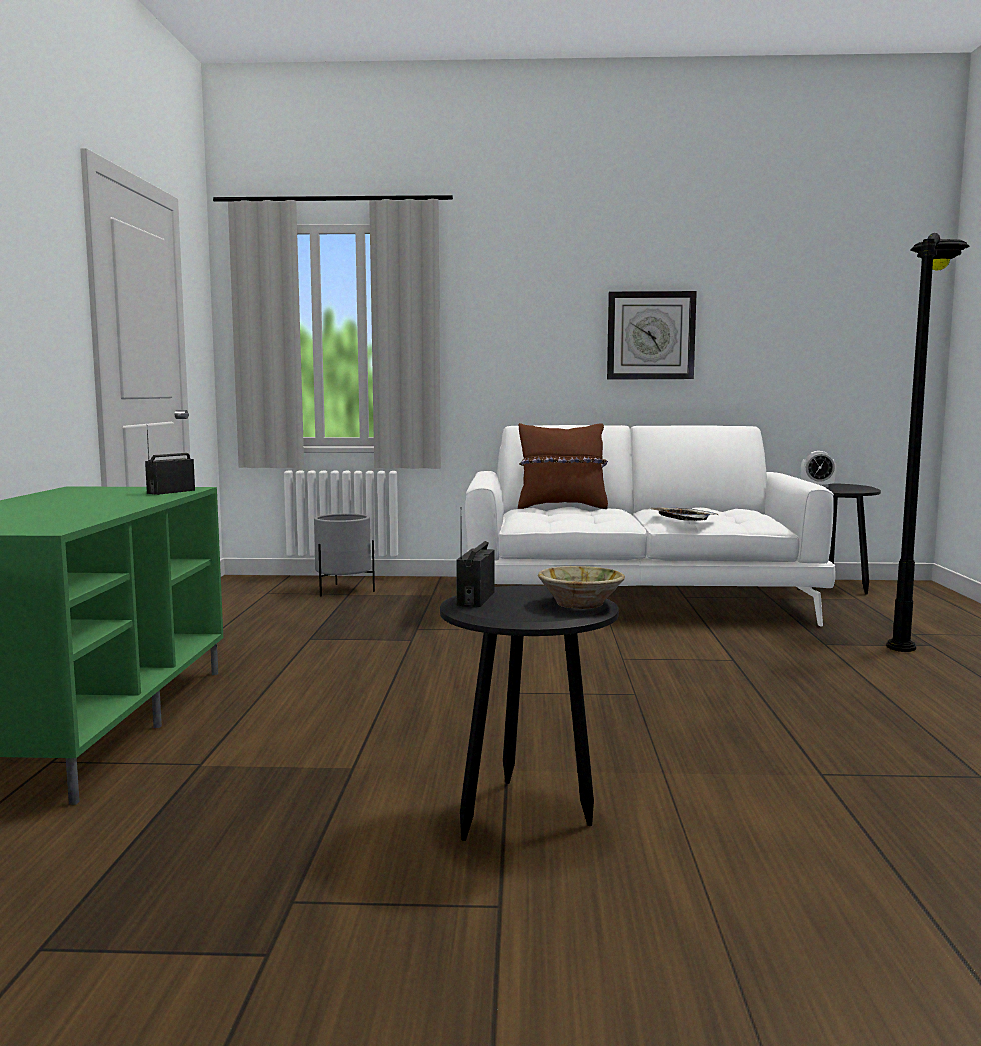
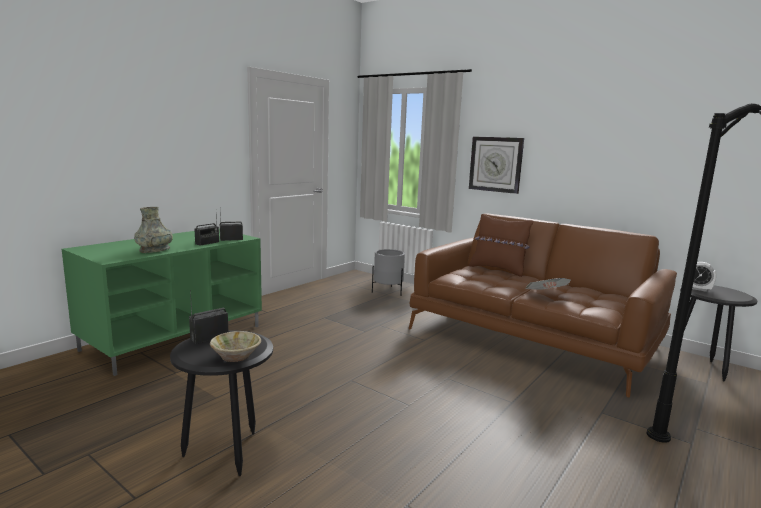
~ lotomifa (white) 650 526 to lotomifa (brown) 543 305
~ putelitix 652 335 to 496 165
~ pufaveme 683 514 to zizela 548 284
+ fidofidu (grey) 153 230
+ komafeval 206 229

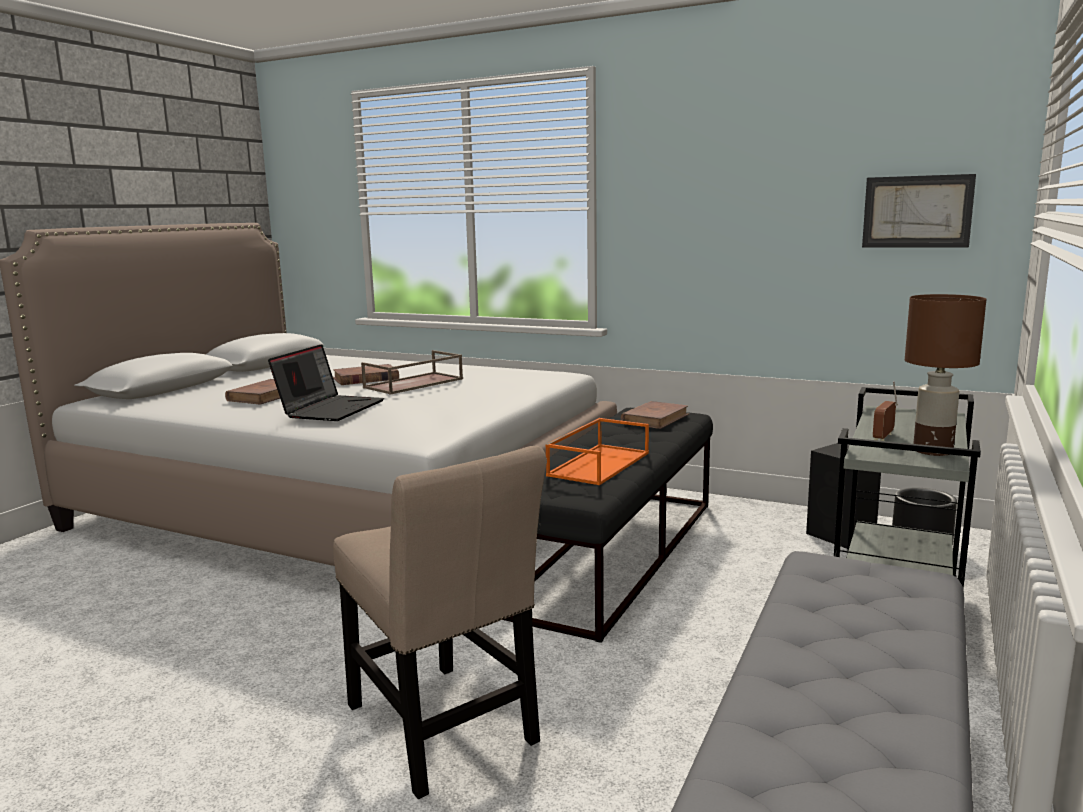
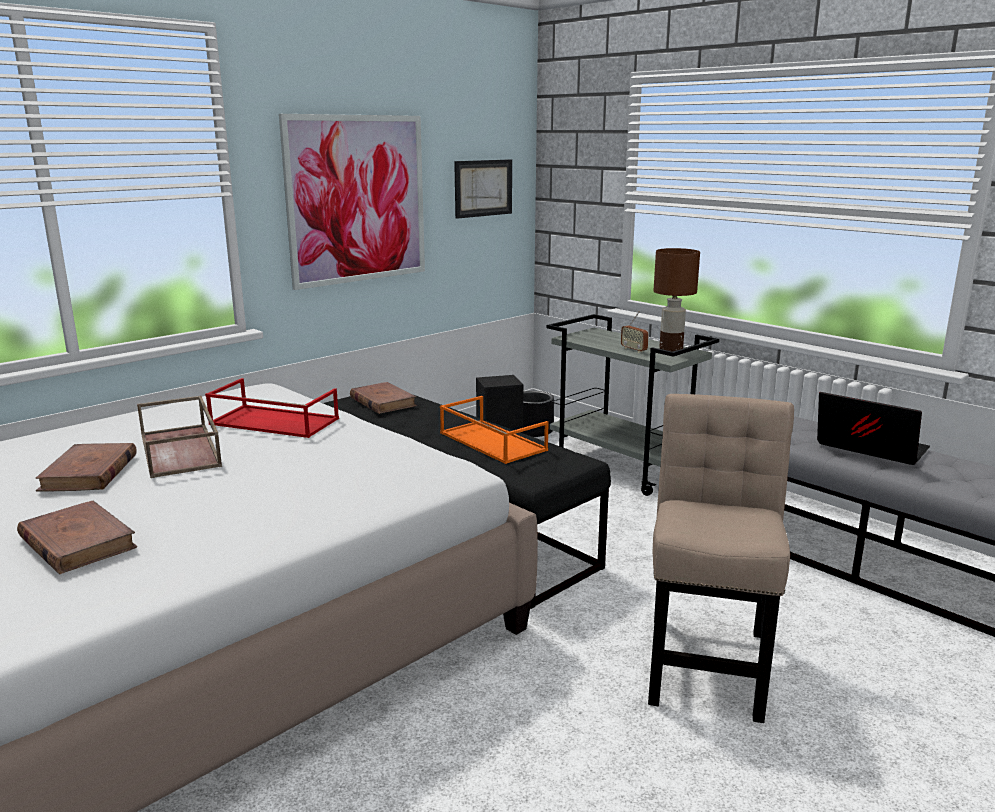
~ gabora 326 382 to 873 428
~ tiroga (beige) 440 622 = 721 558 60 degrees counterclockwise
+ pufaveme (red) 272 408
+ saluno 352 202

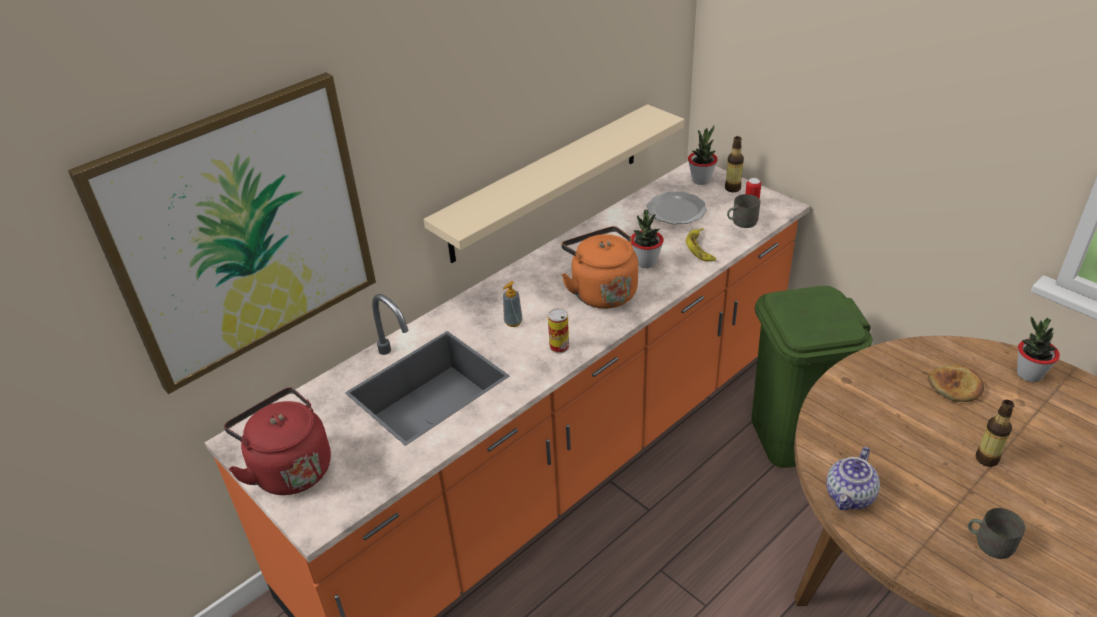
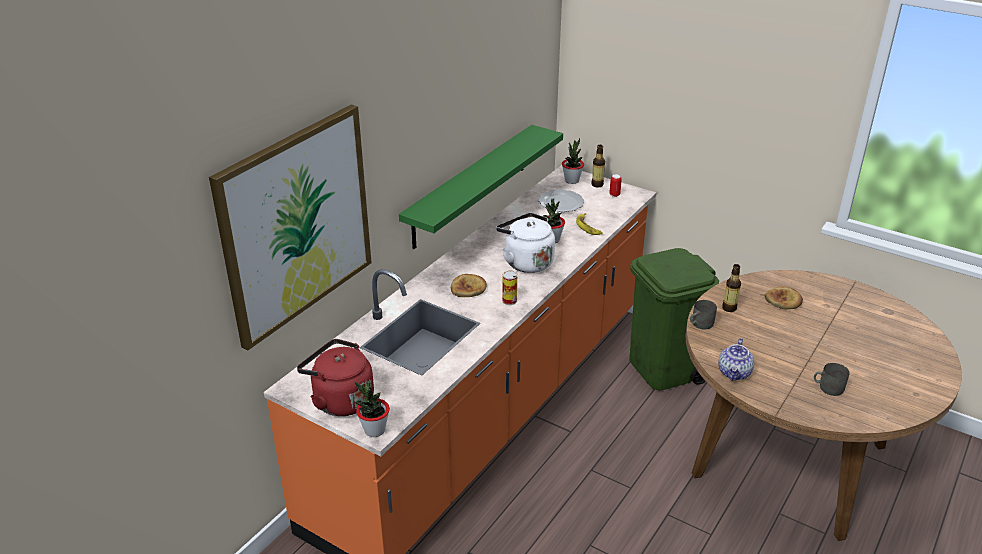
~ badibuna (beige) 554 183 to badibuna (green) 481 187
~ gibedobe 513 304 to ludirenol 469 285
~ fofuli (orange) 599 267 to fofuli (white) 525 243
~ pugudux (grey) 743 211 to 703 314
~ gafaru 994 433 to 731 288
~ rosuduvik 1038 349 to 372 408

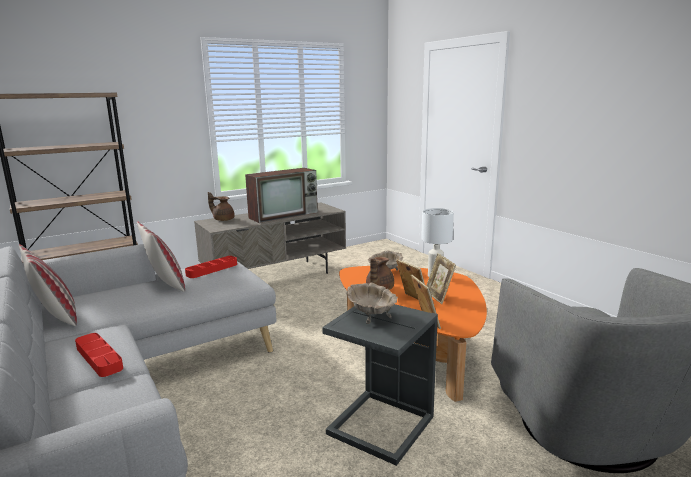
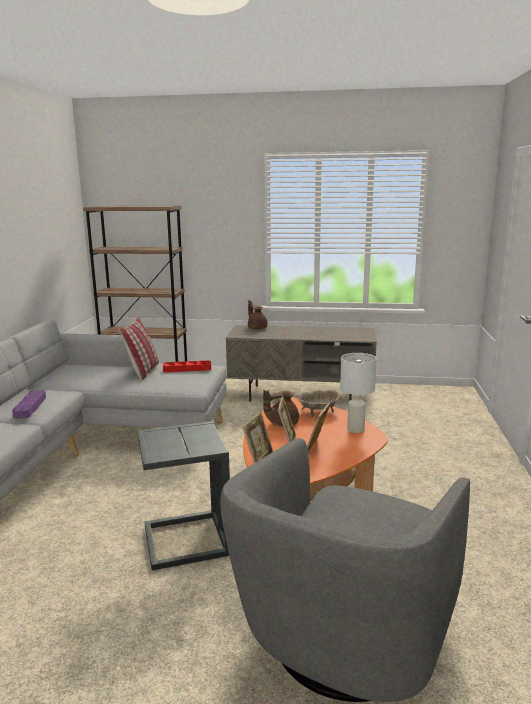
- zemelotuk 48 285
~ pufaveme (red) 99 355 to pufaveme (purple) 29 404
- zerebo 281 195
- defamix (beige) 372 303

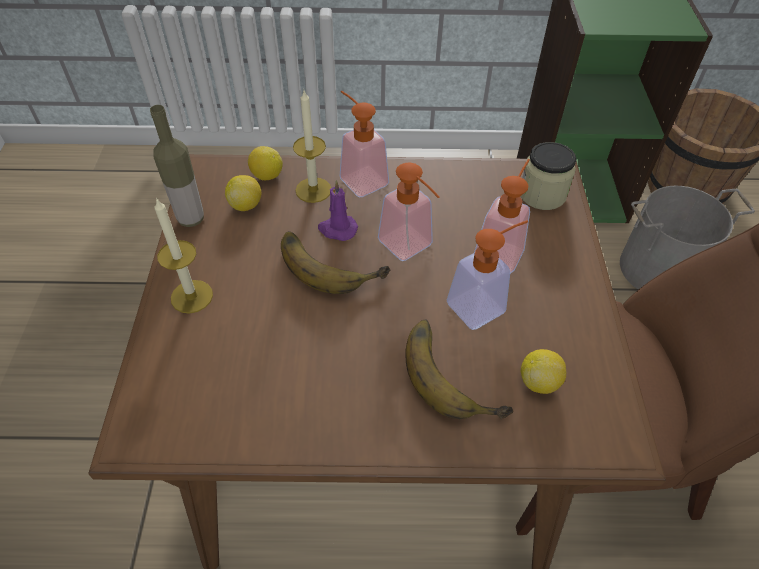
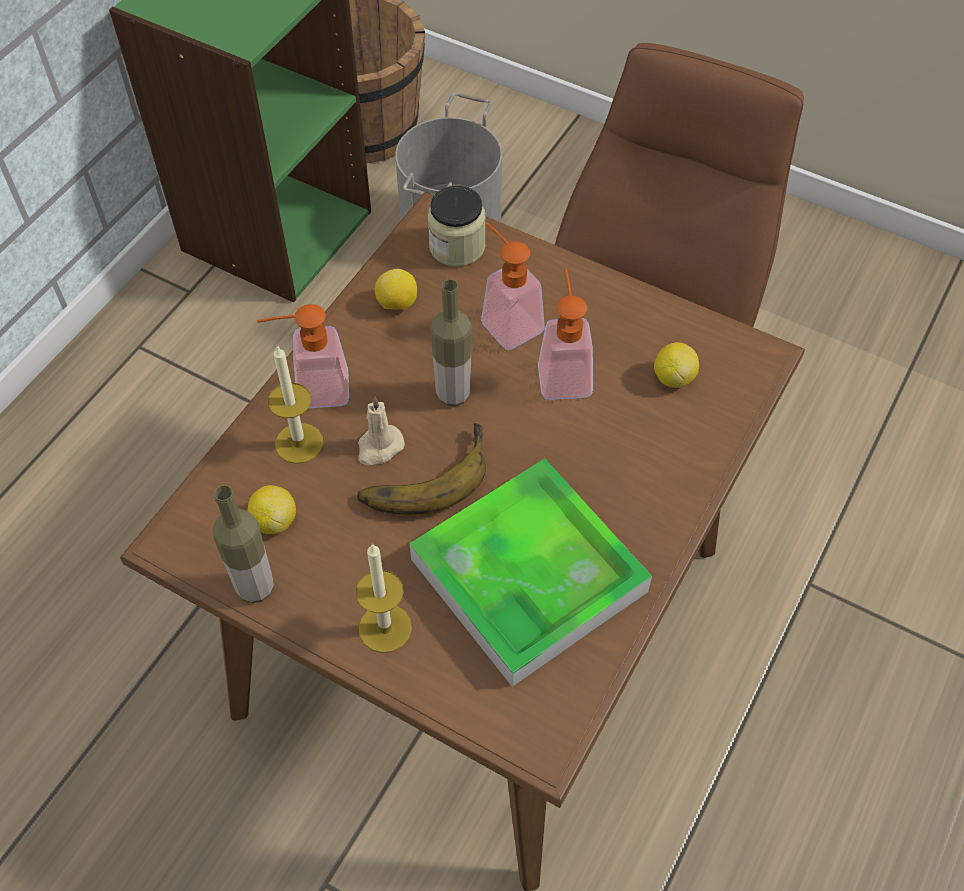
~ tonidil 265 163 to 396 289
~ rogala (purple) 338 210 to rogala (beige) 381 430
~ gibedobe 409 212 to gafaru 451 343
- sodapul 459 369
+ pufaveme 531 572

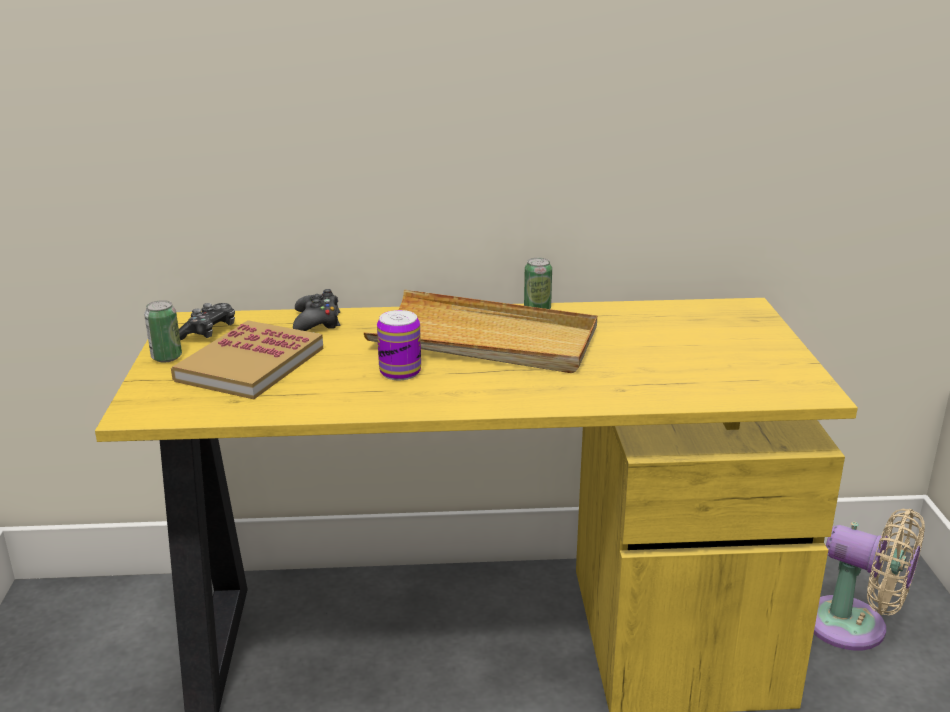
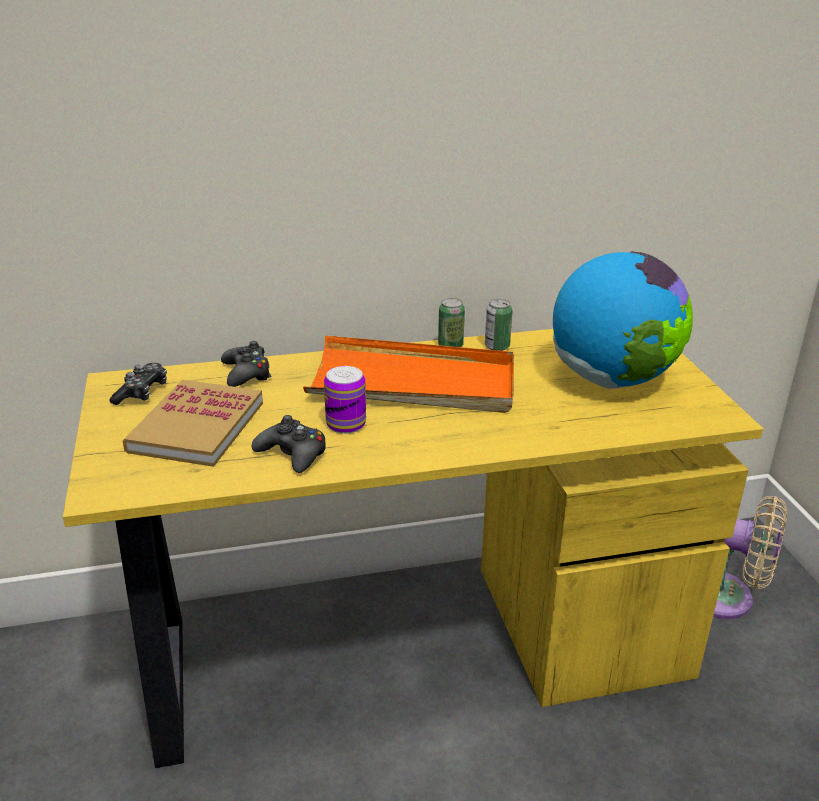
~ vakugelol 163 331 to 499 325
~ pufaveme (beige) 480 331 to pufaveme (orange) 408 374
+ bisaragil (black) 289 444
+ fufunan 623 319

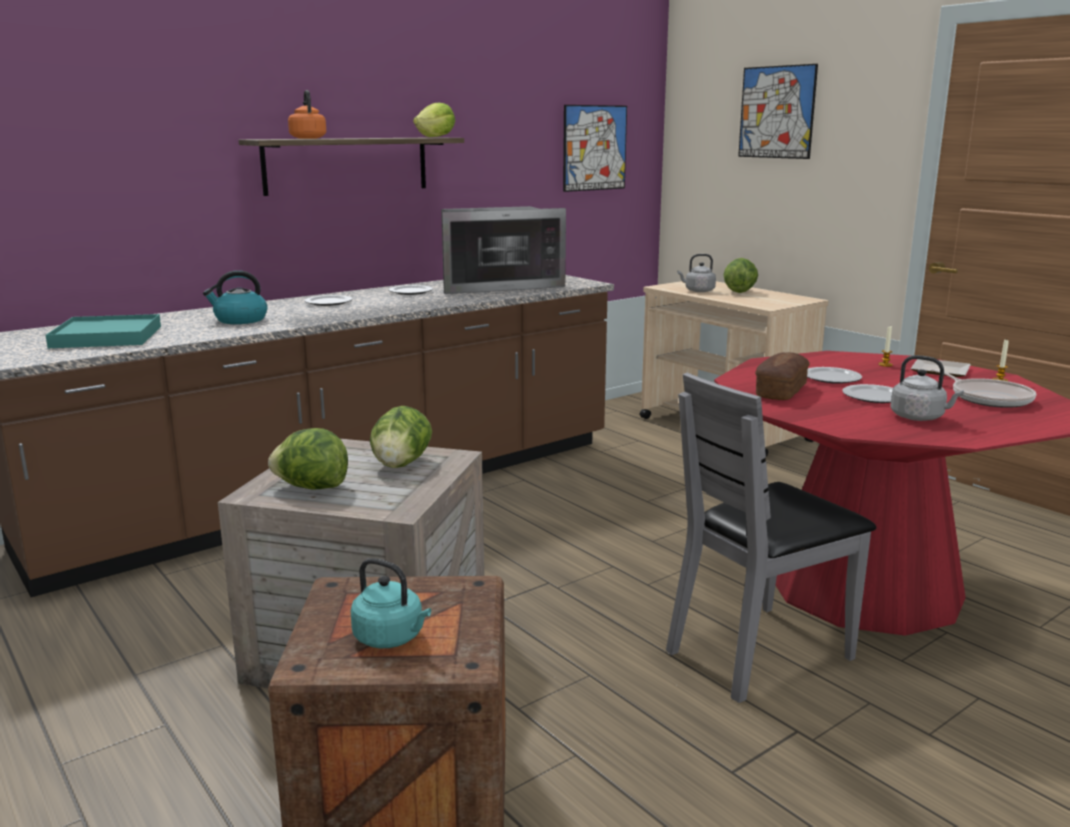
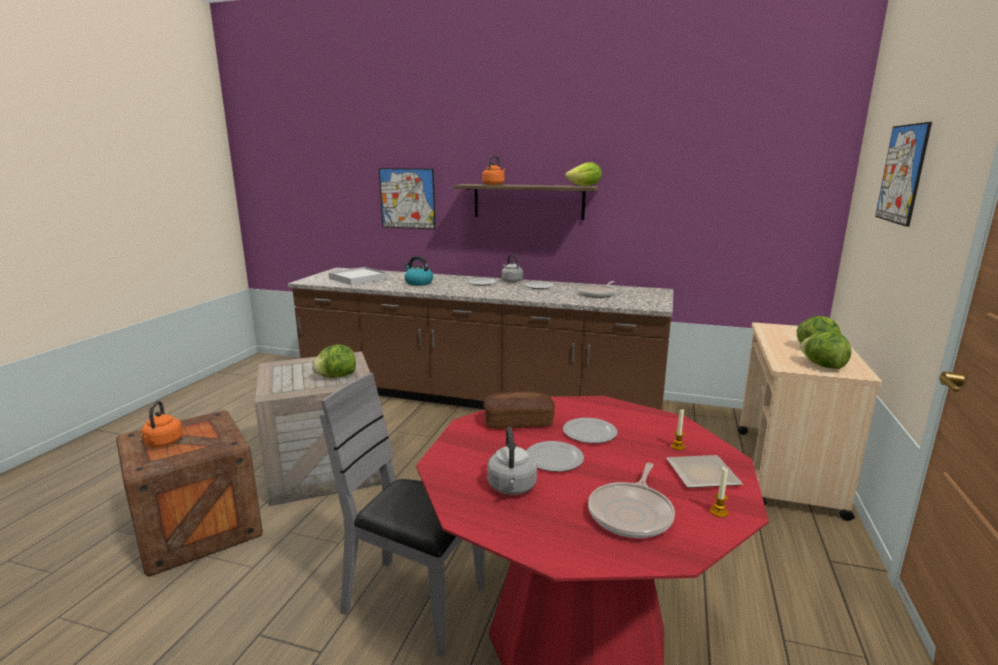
~ pufaveme (turquoise) 103 331 to pufaveme (white) 358 276
~ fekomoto 308 458 to 825 350
~ fofuli (turquoise) 391 603 to fofuli (orange) 162 424
~ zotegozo 503 250 to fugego 597 289
~ saluno 595 148 to 407 198
~ fofuli (grey) 696 273 to 512 269

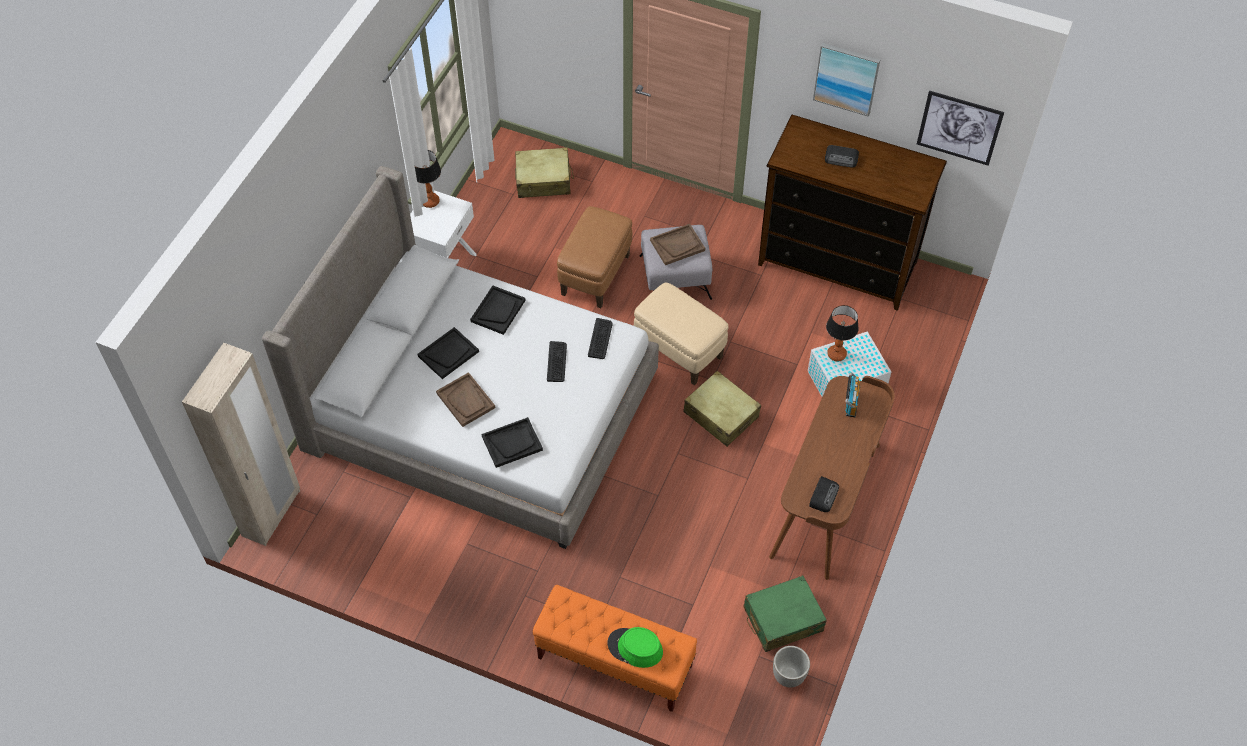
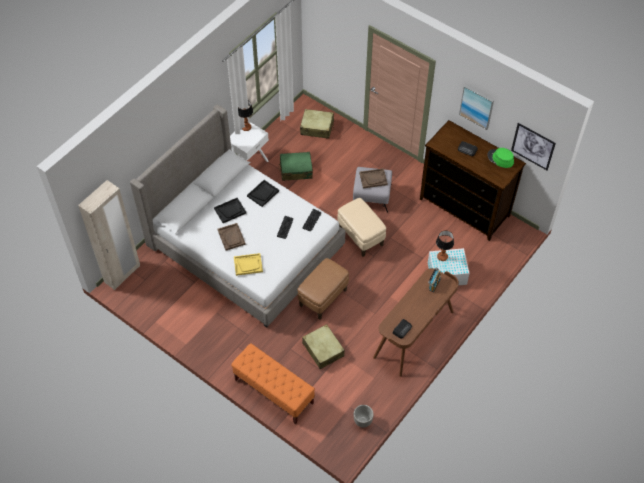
~ pufaveme (black) 512 442 to pufaveme (yellow) 248 264
~ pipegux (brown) 594 257 to 323 289
~ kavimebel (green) 635 647 to 500 158
~ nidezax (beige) 722 409 to 323 346
~ nidezax (green) 785 613 to 295 166

